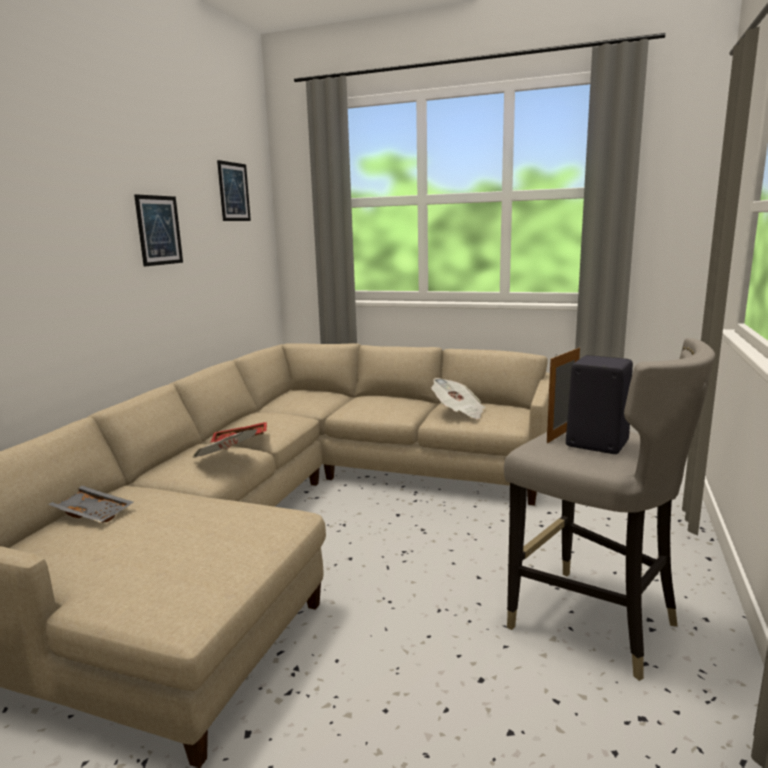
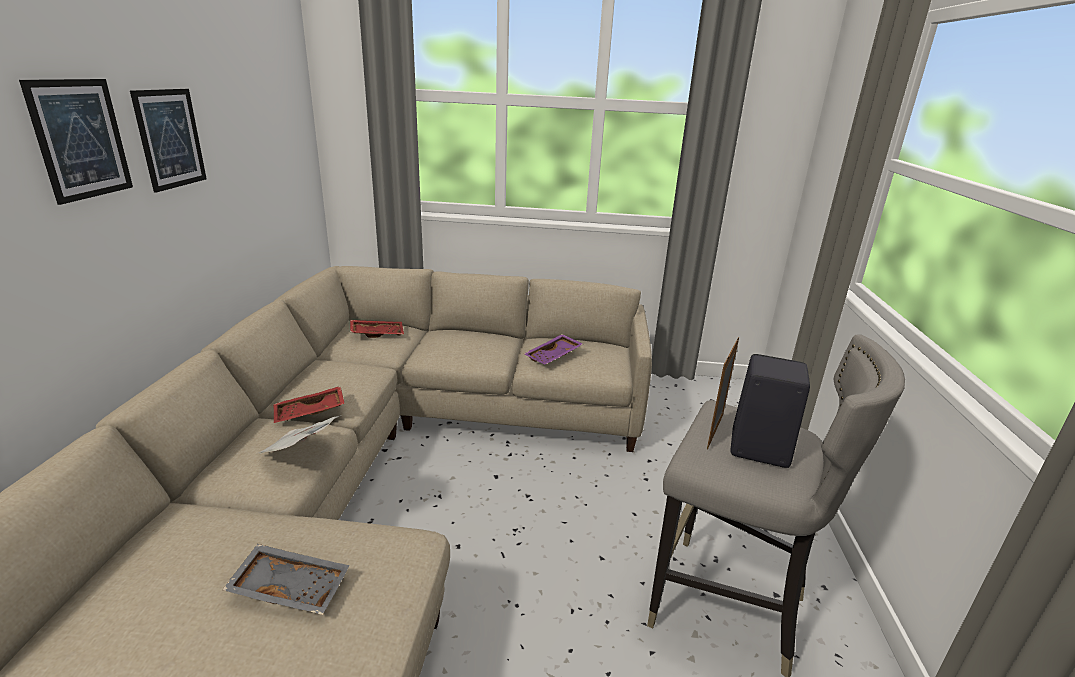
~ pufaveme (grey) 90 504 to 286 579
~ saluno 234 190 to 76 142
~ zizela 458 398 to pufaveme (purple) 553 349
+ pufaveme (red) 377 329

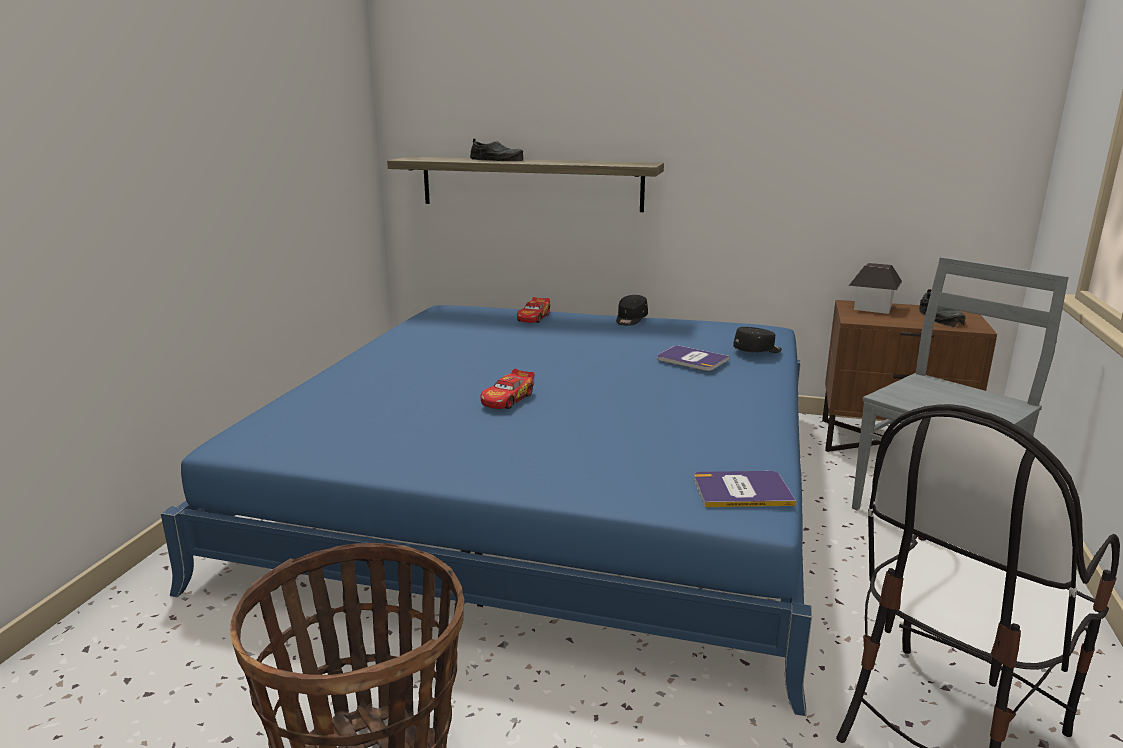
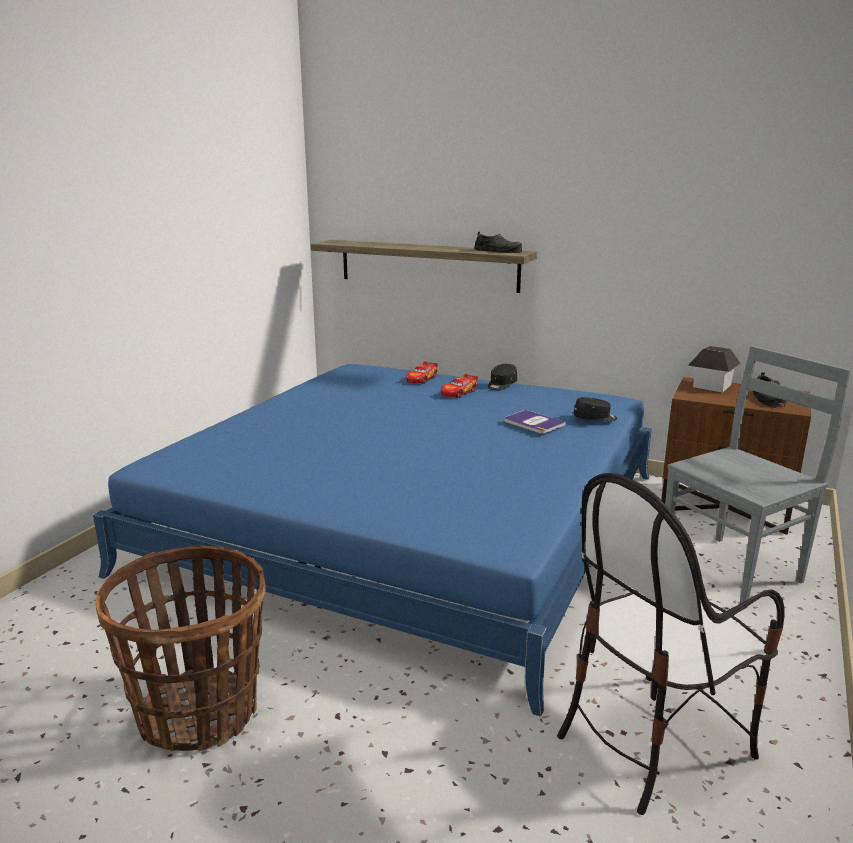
~ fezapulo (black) 497 150 to 498 242
~ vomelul 507 389 to 459 386
- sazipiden 745 489

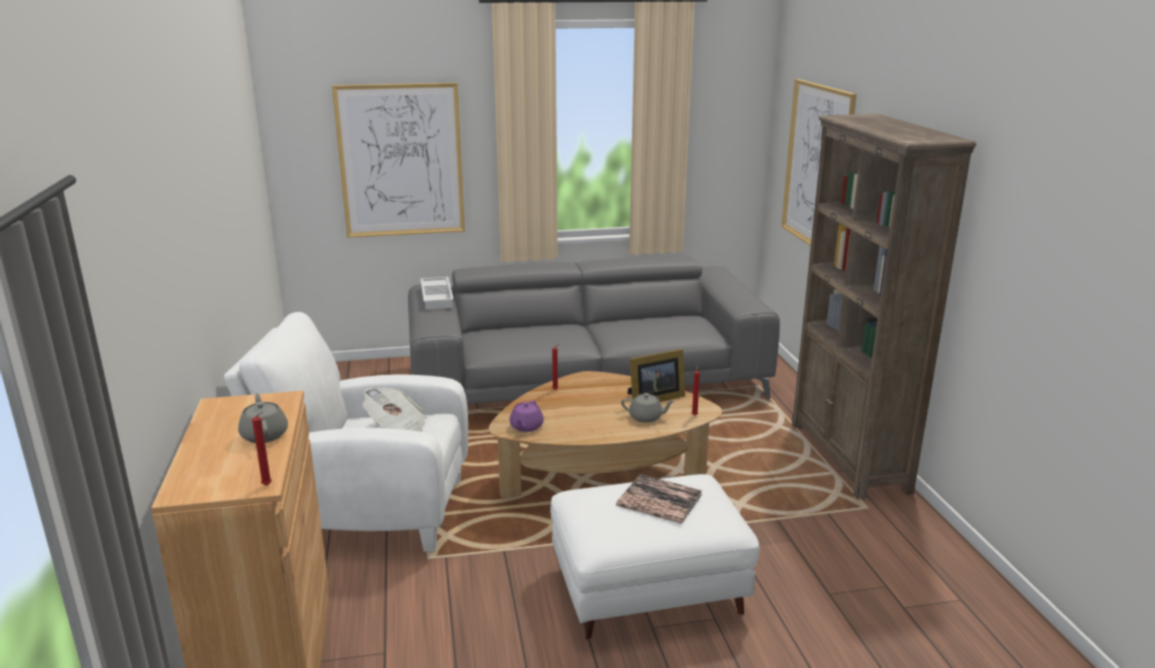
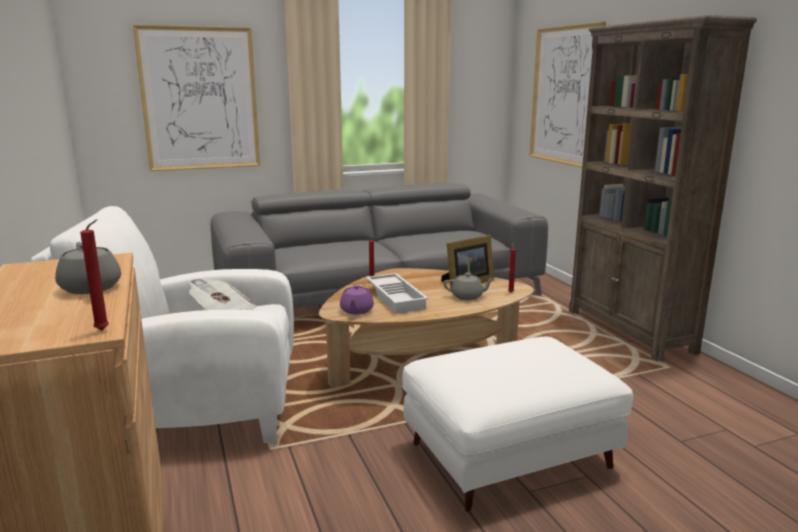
~ pufaveme (white) 437 293 to 397 293
- sazipiden 659 499

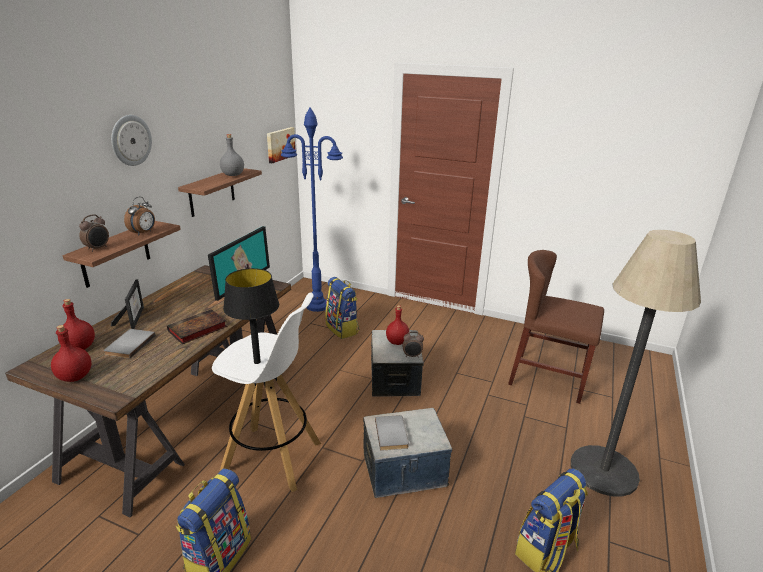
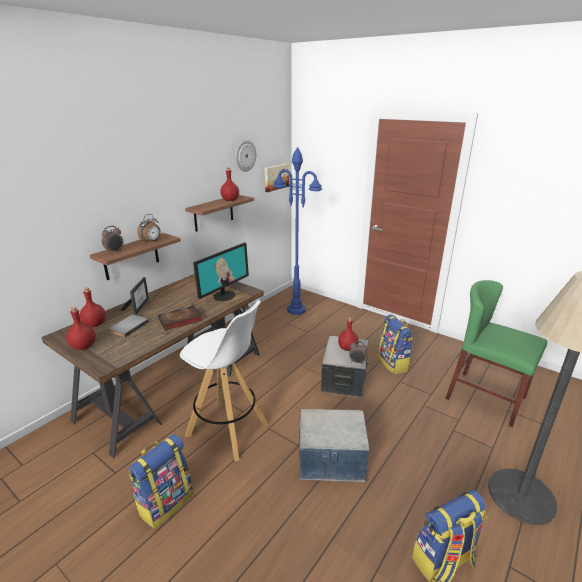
~ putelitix 131 140 to 245 156
~ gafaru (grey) 232 155 to gafaru (red) 229 184
- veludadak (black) 251 316
~ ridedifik 342 308 to 395 344
- sazipiden (grey) 392 433
~ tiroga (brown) 556 327 to tiroga (green) 496 353

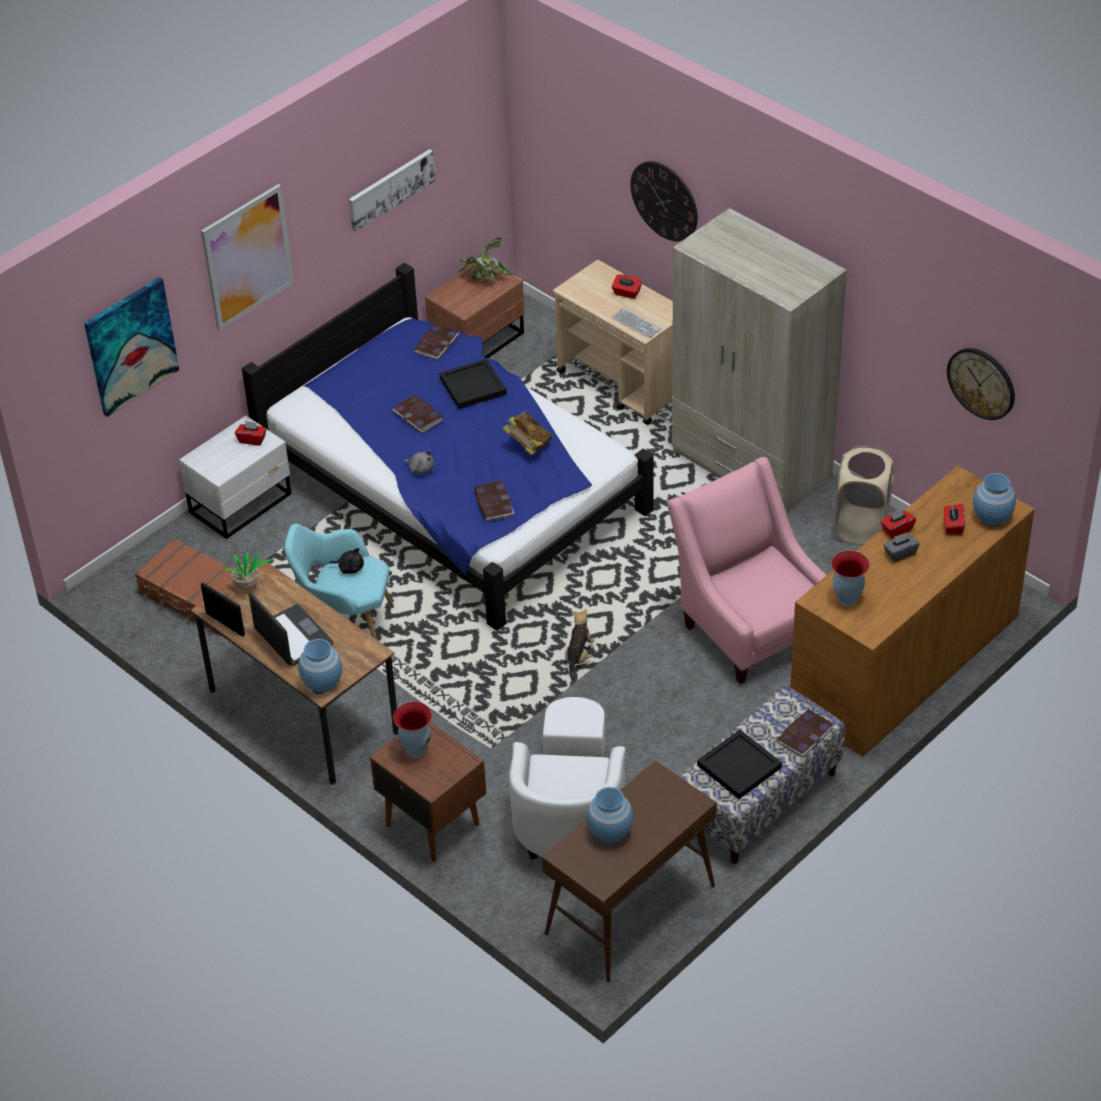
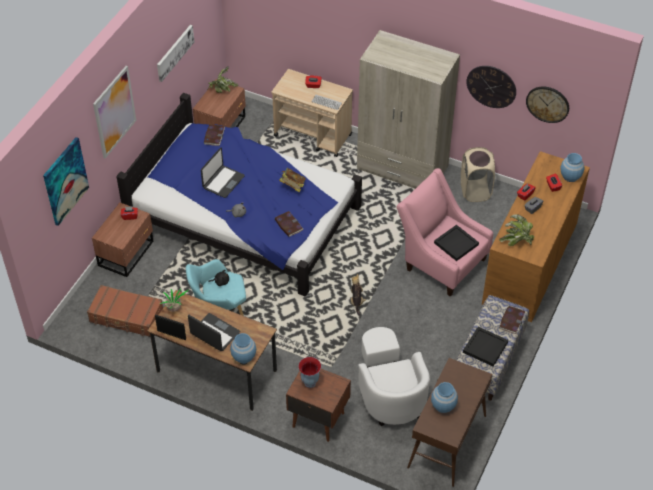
~ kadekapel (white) 235 477 to kadekapel (brown) 122 239
~ sazipiden 417 414 to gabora 223 173
~ pufaveme (black) 473 384 to 456 243
~ putelitix 664 201 to 491 87
~ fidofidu 850 578 to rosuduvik 517 230

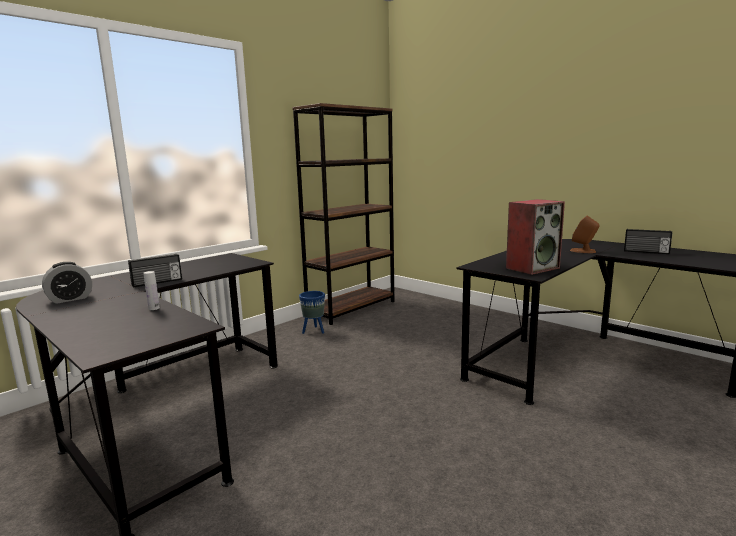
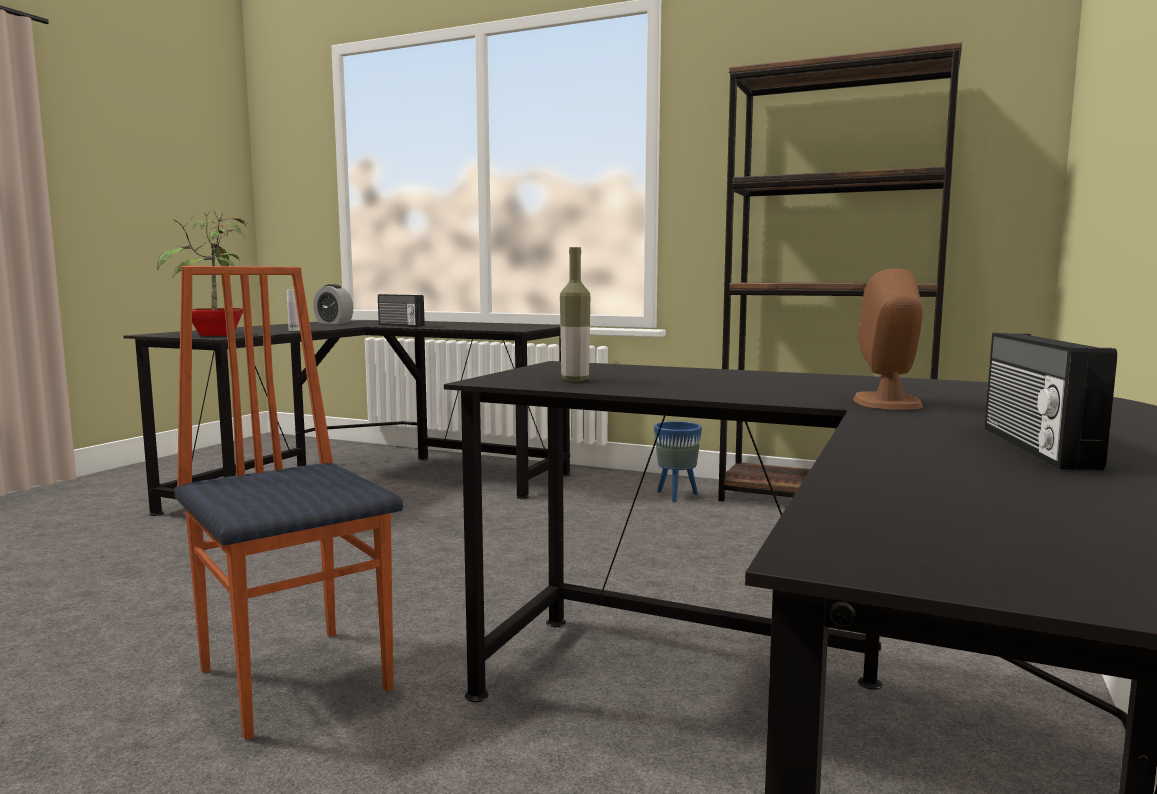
~ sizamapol 535 237 to gafaru 575 314
+ rosuduvik 203 273
+ tiroga 288 503

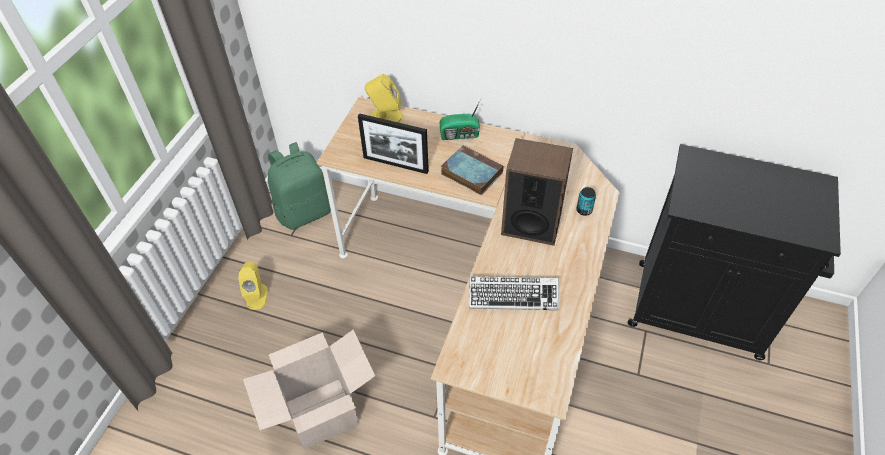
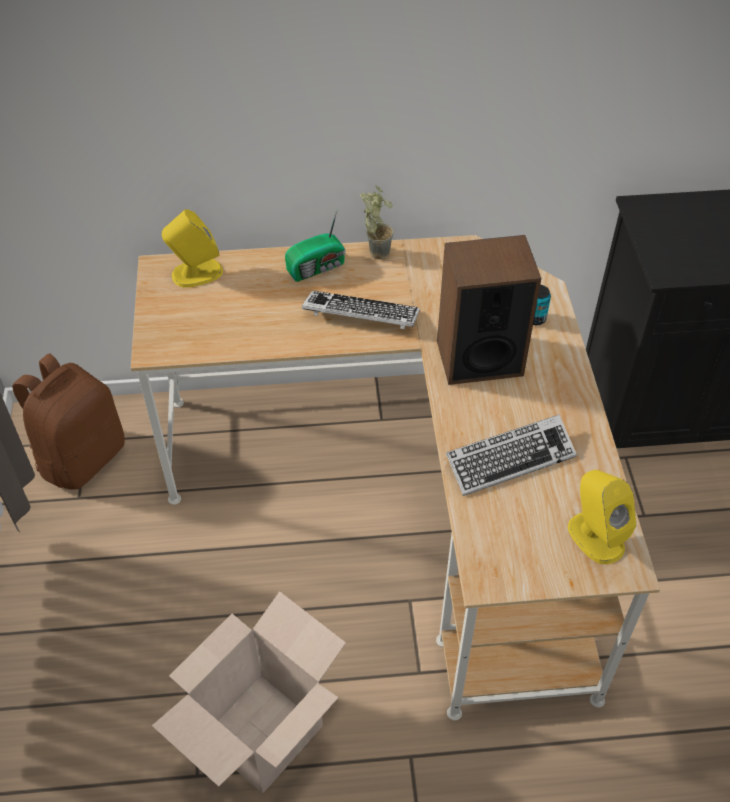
~ sizamapol (yellow) 253 286 to 602 517
~ ridedifik (green) 299 186 to ridedifik (brown) 68 421
- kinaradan 393 143
~ sazipiden 472 170 to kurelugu 361 310
+ rosuduvik 377 222

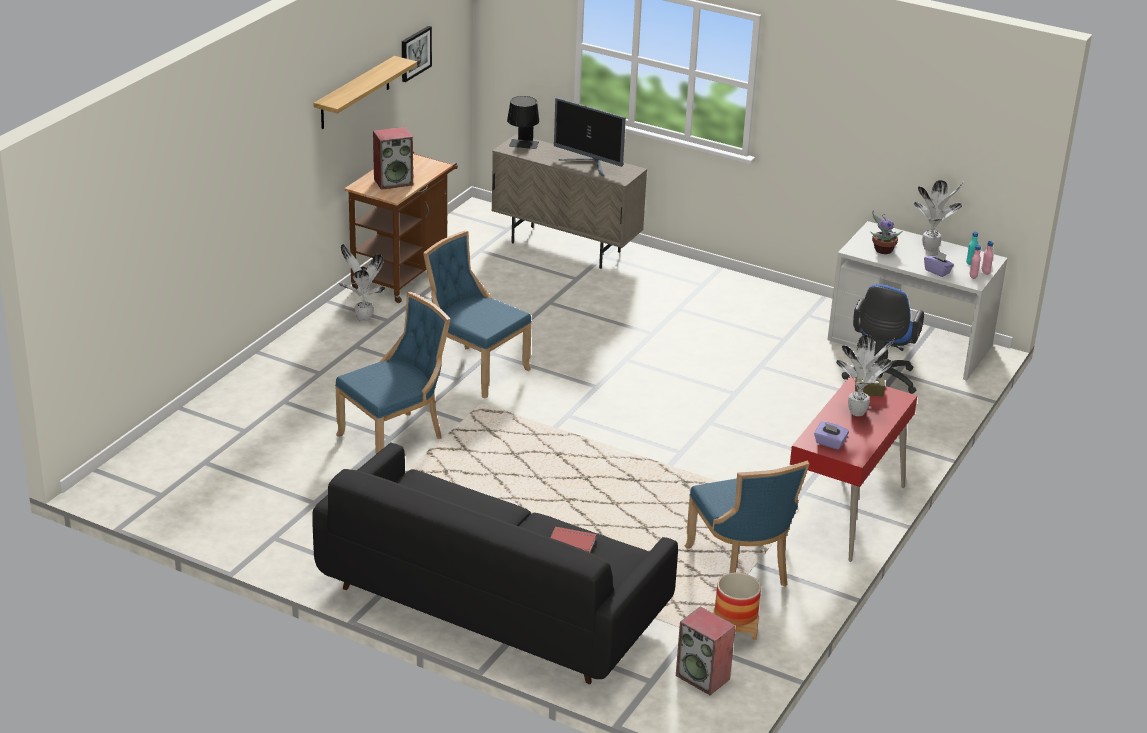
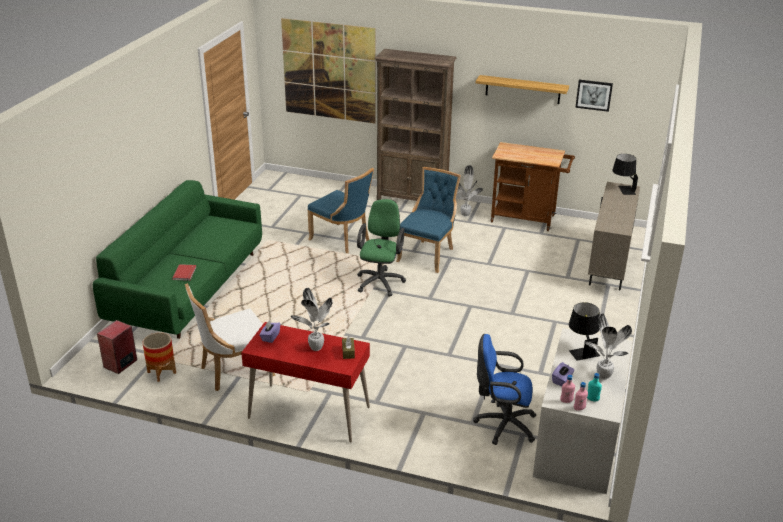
~ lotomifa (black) 495 563 to lotomifa (green) 177 259
- sizamapol 393 158
- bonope 590 136
~ tiroga (blue) 747 523 to tiroga (white) 230 337
~ rosuduvik 886 232 to veludadak (black) 584 331
+ saluno 328 71
+ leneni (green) 381 248
+ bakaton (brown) 415 125

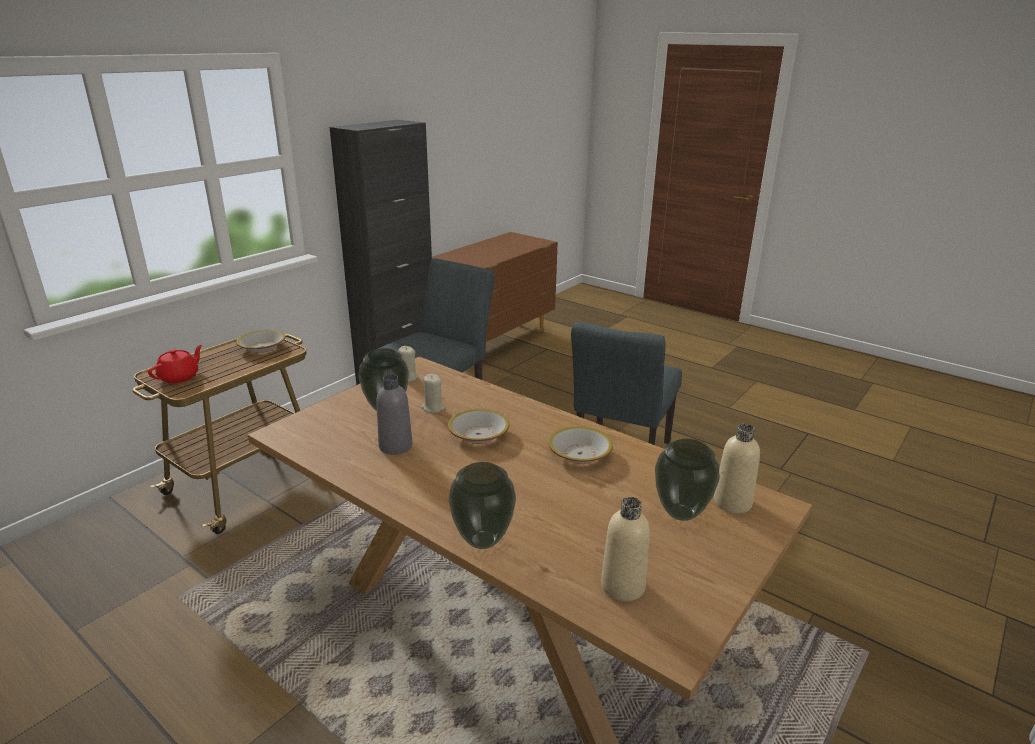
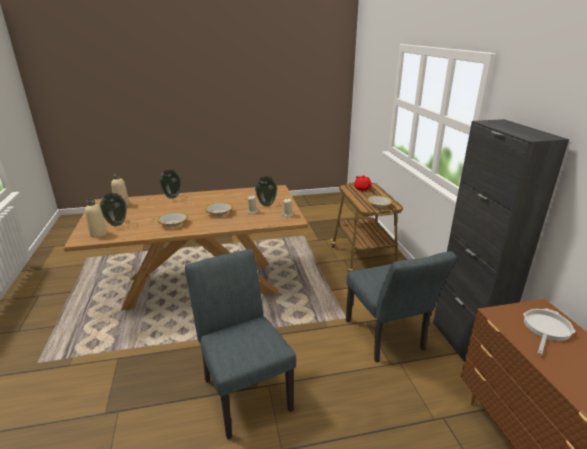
- gafaru (grey) 394 414
+ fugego 549 331

